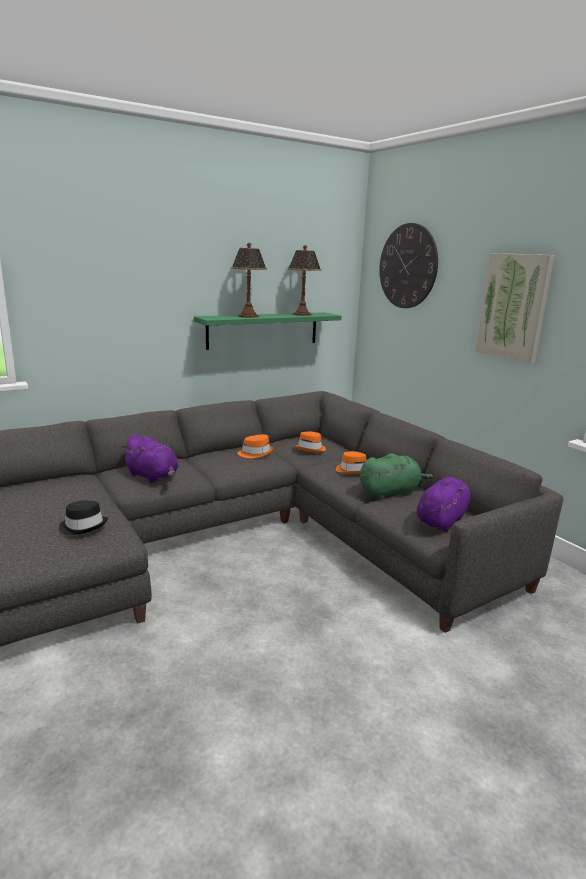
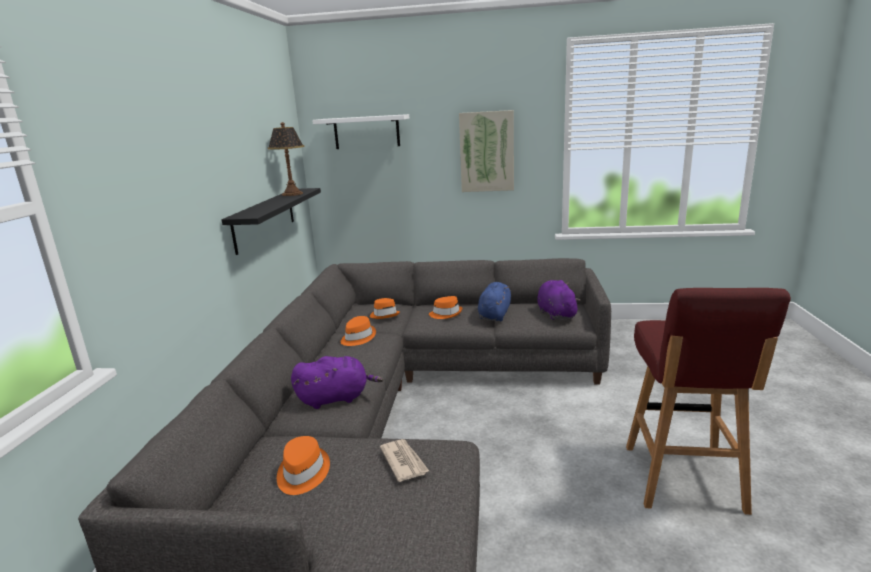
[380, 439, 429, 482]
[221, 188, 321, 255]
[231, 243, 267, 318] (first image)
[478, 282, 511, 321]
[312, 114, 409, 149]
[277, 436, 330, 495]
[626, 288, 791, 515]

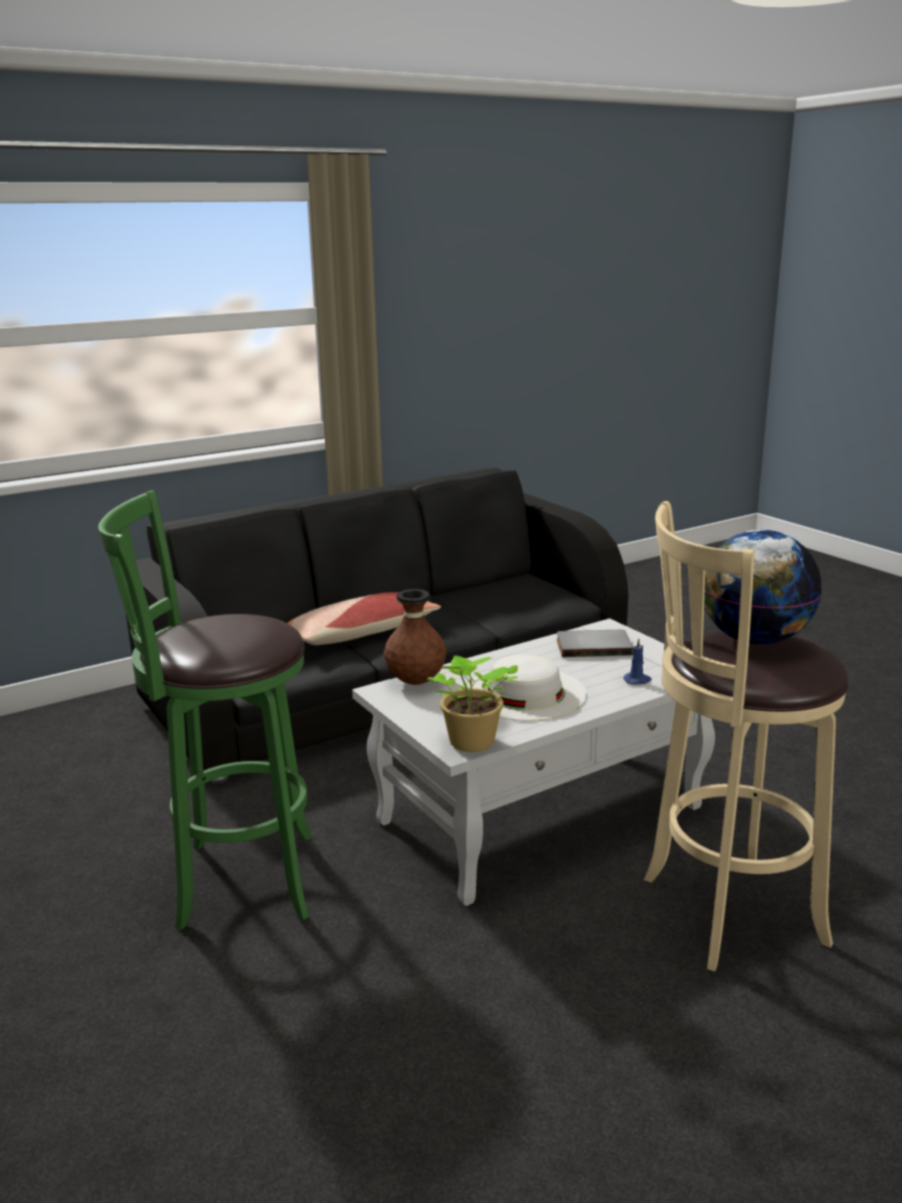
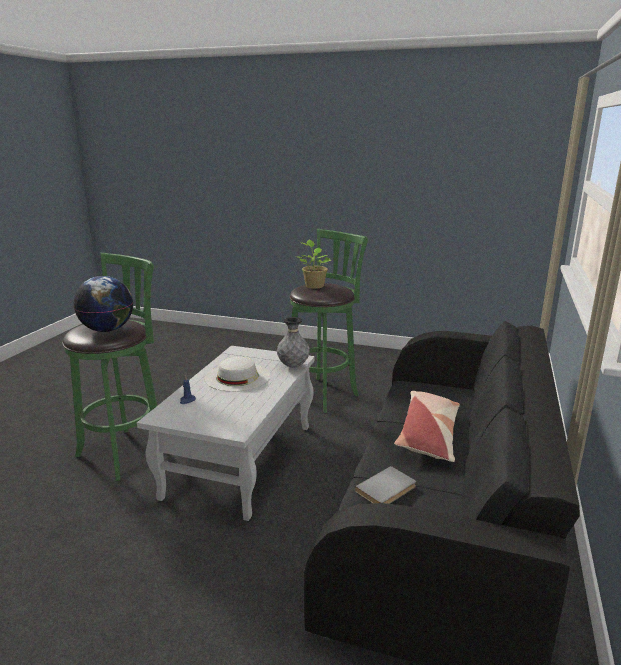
[277, 317, 310, 368]
[296, 240, 331, 289]
[355, 466, 416, 504]
[62, 253, 157, 481]

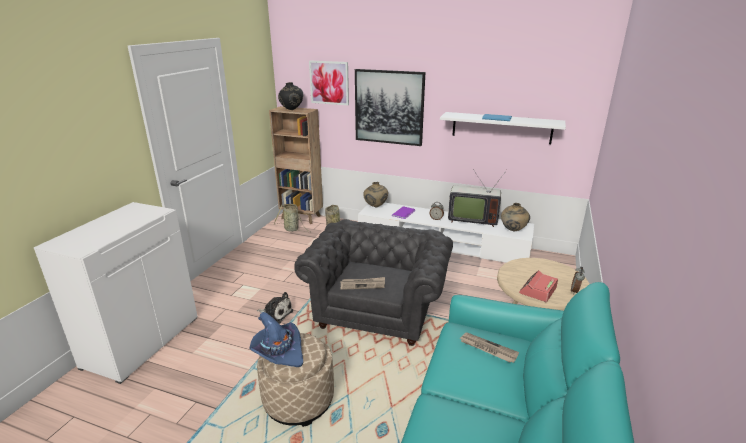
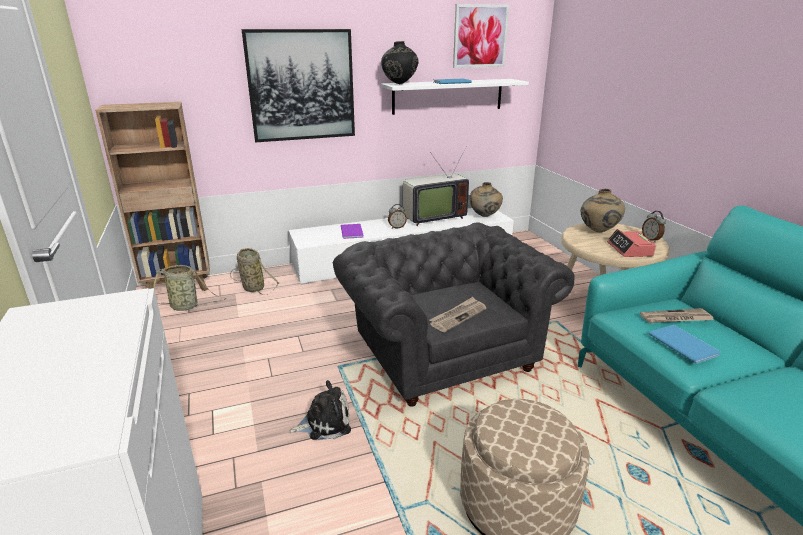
[249, 312, 303, 367] (first image)
[381, 41, 419, 84]
[453, 4, 509, 68]
[580, 189, 625, 232]
[649, 325, 721, 364]

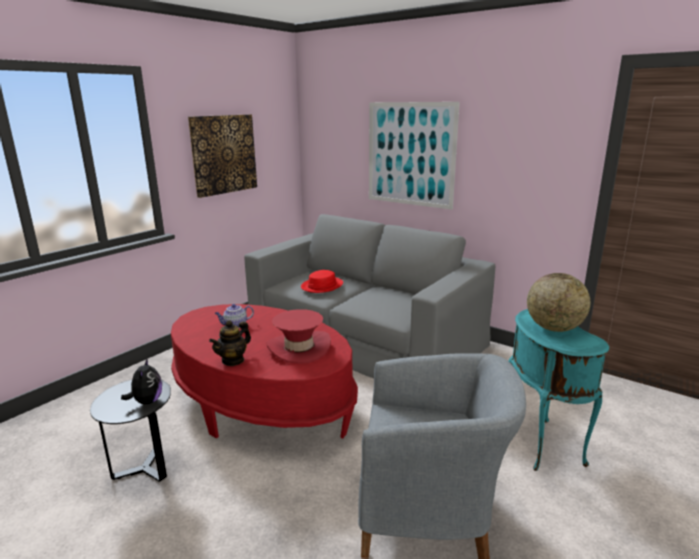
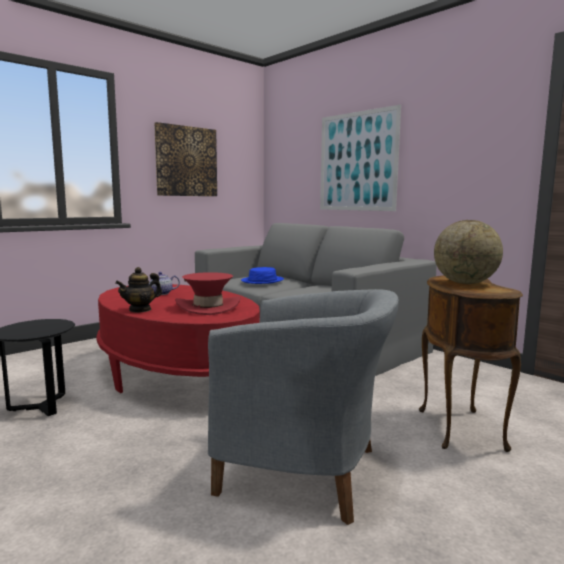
[121, 358, 162, 405] (first image)
[241, 267, 284, 284]
[419, 275, 523, 452]

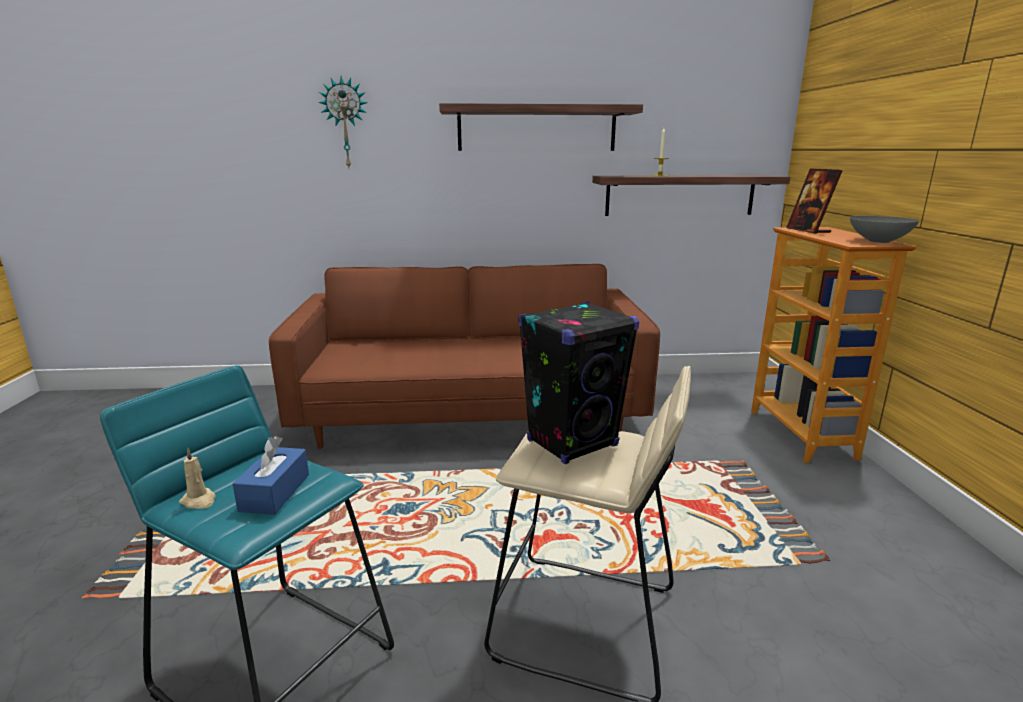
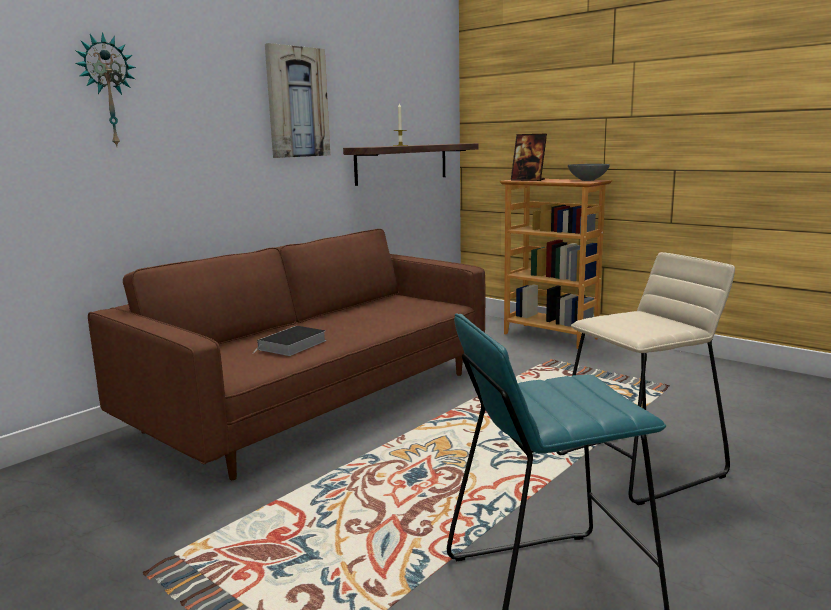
[179, 448, 216, 509] (first image)
[233, 436, 309, 515] (first image)
[265, 43, 330, 158]
[518, 301, 639, 464] (first image)
[257, 326, 326, 356]

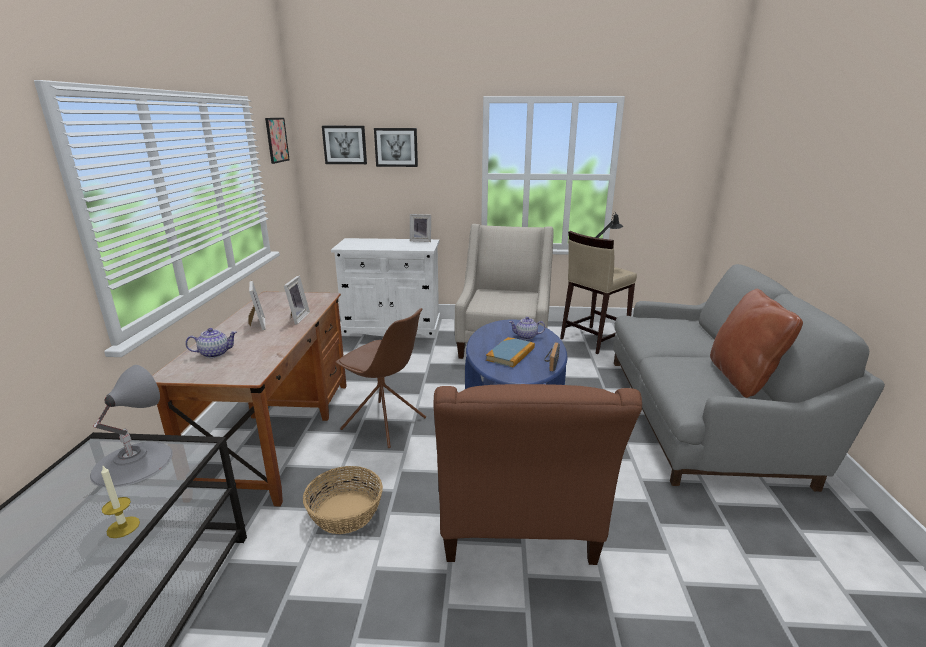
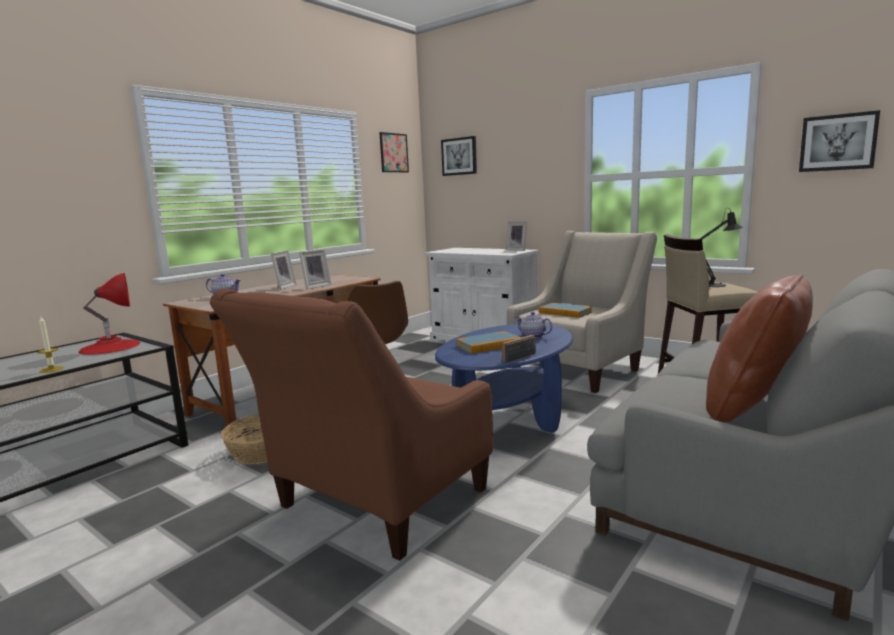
[79, 273, 140, 355]
[799, 110, 880, 172]
[539, 303, 592, 318]

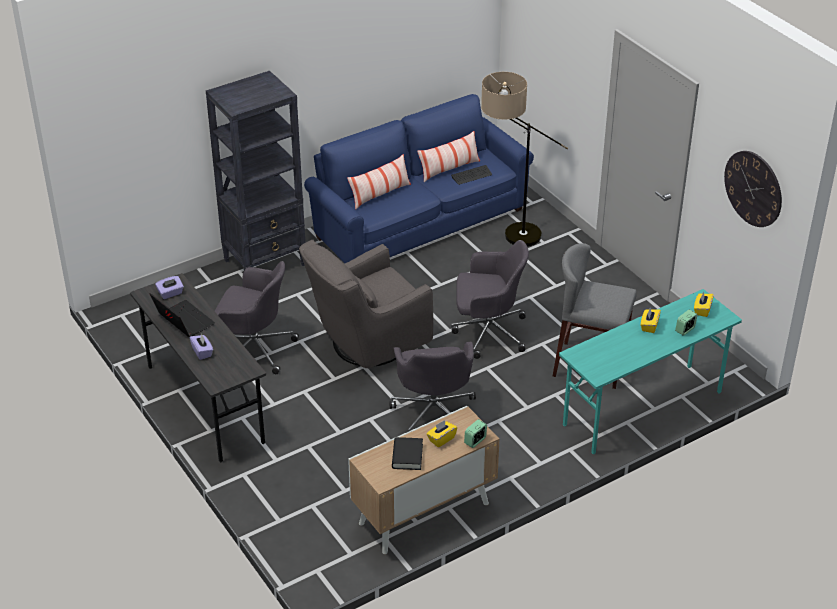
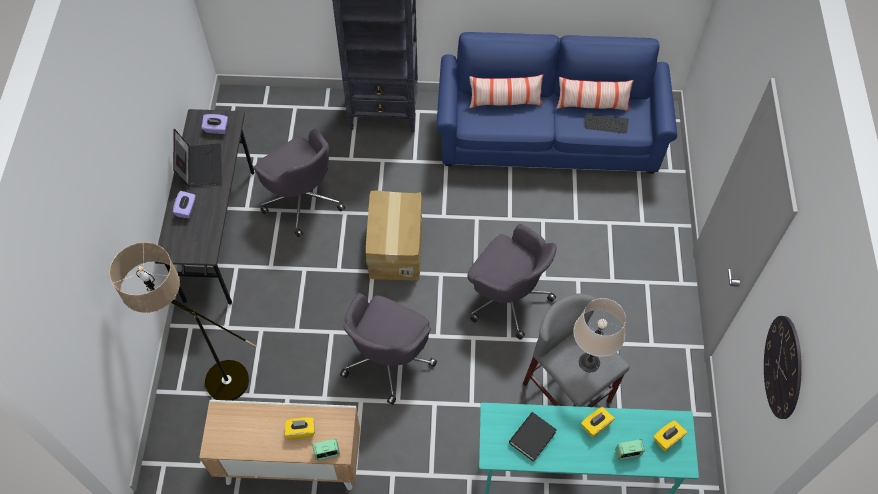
[366, 190, 422, 281]
[509, 412, 557, 462]
[109, 242, 256, 401]
[573, 298, 626, 372]

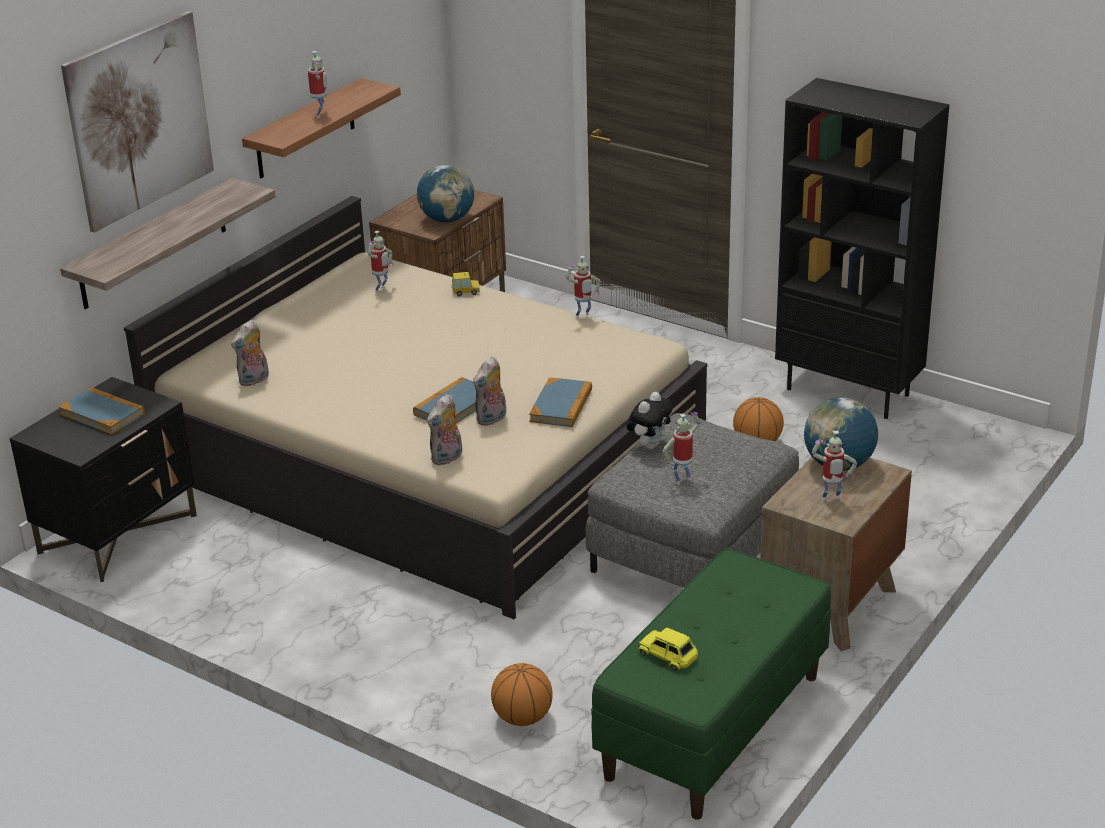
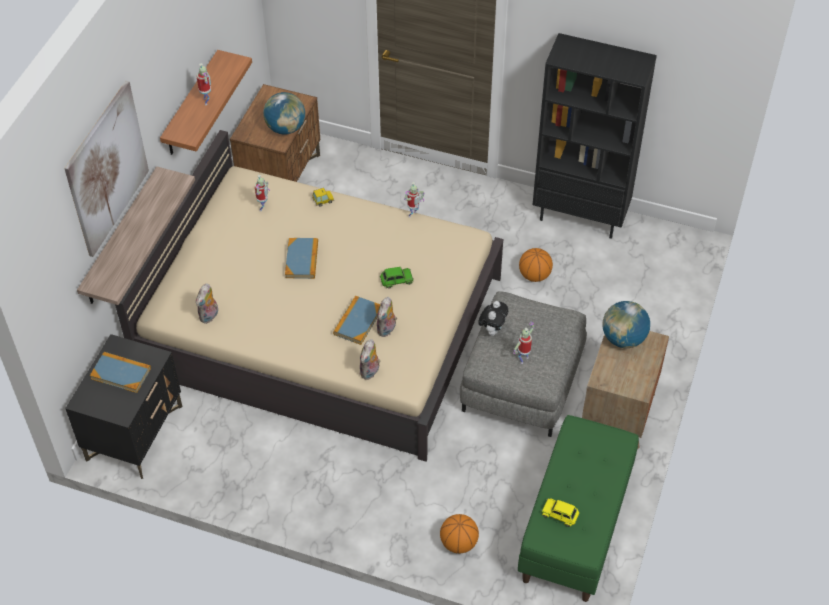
[285, 238, 318, 279]
[811, 430, 857, 501] (first image)
[380, 267, 414, 289]

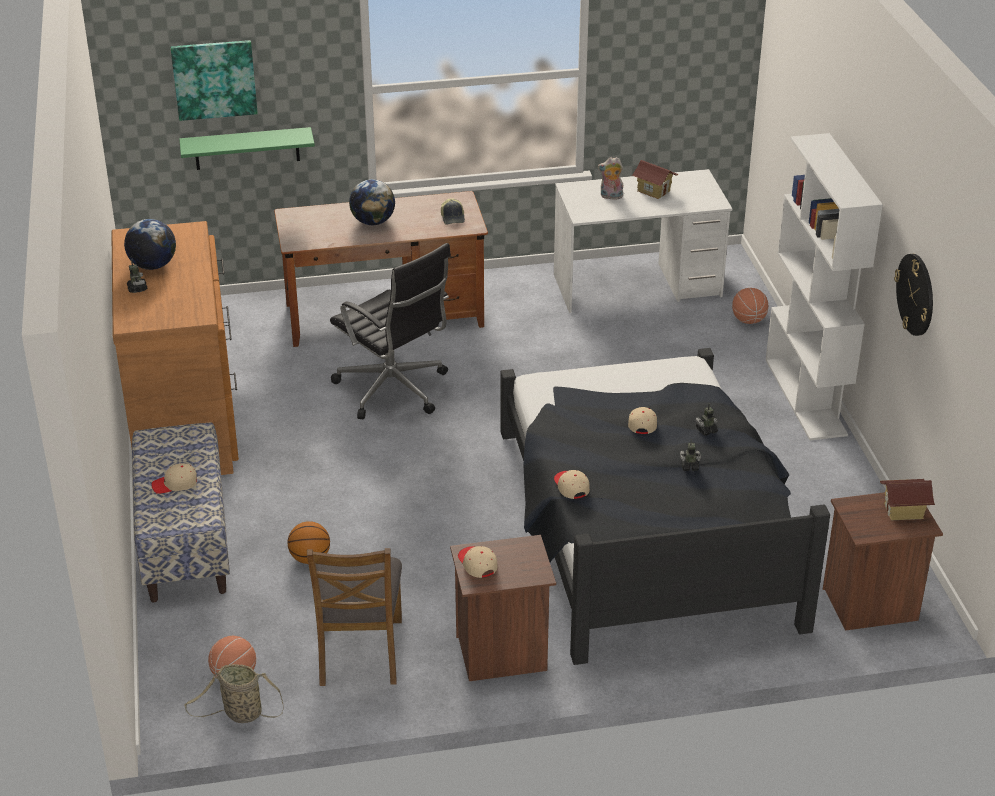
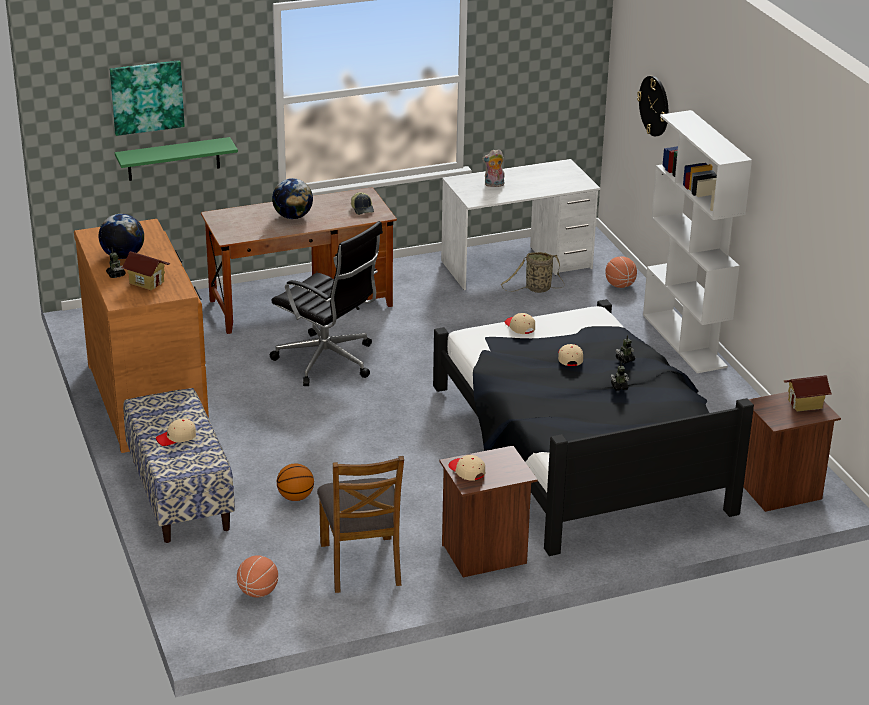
[501, 252, 564, 293]
[505, 313, 535, 334]
[121, 251, 170, 291]
[637, 76, 668, 136]

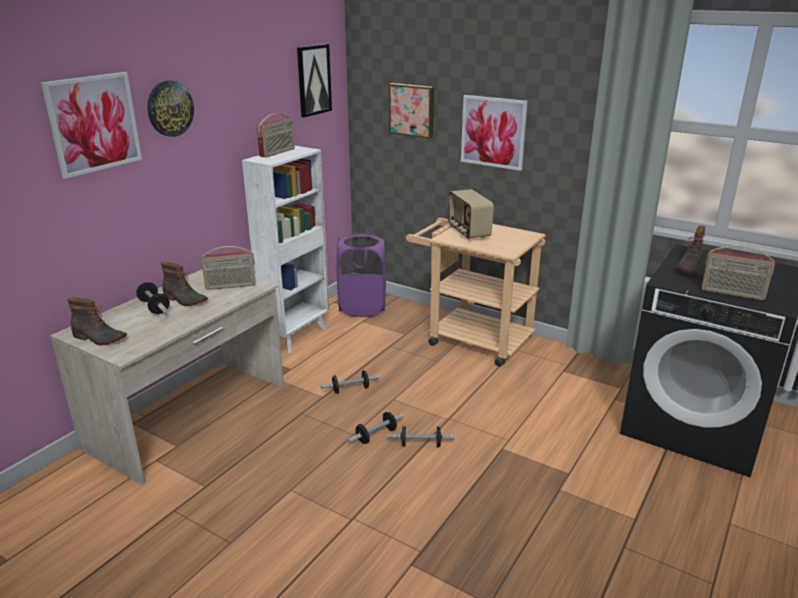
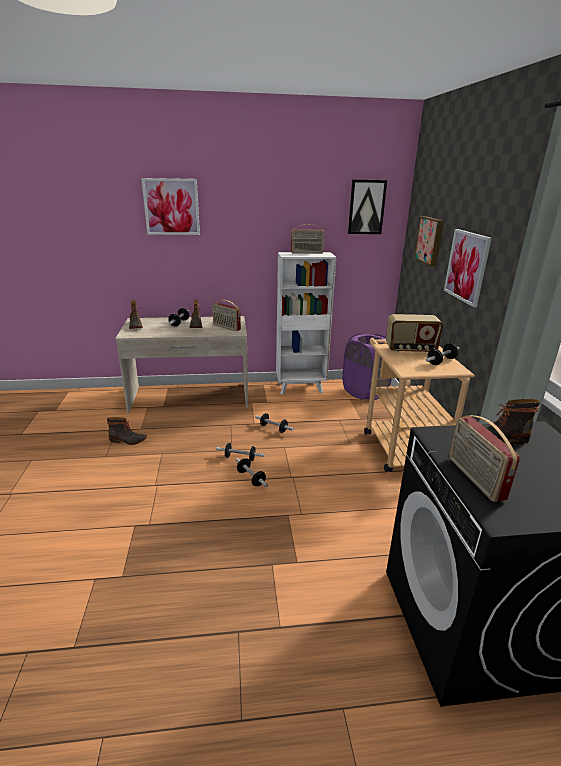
[147, 80, 194, 137] (first image)
[386, 314, 443, 353]
[107, 417, 147, 445]
[426, 343, 459, 365]

